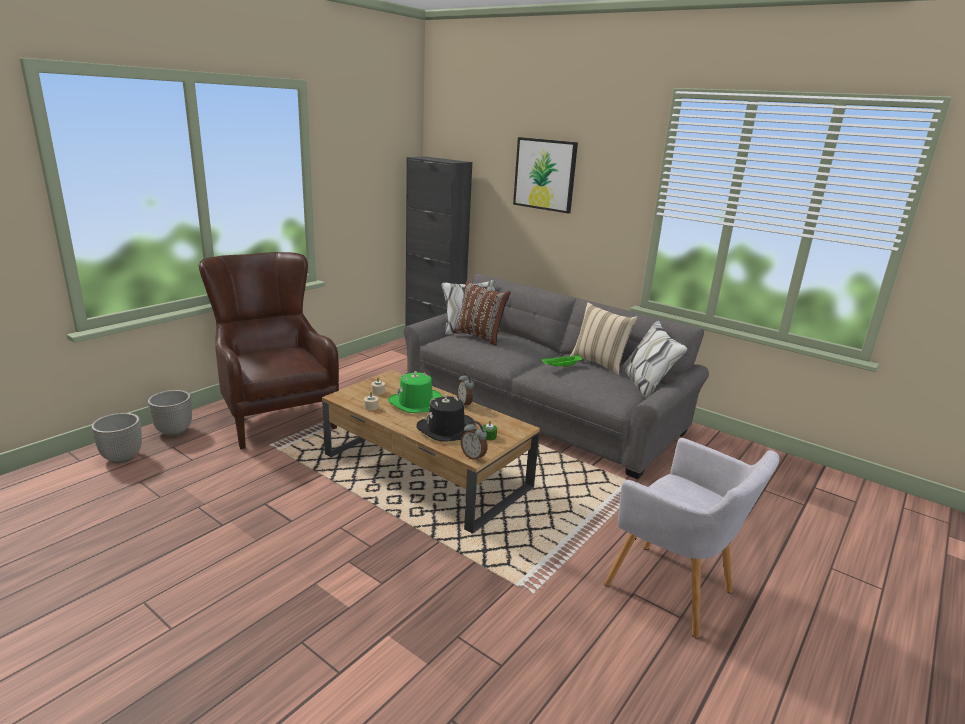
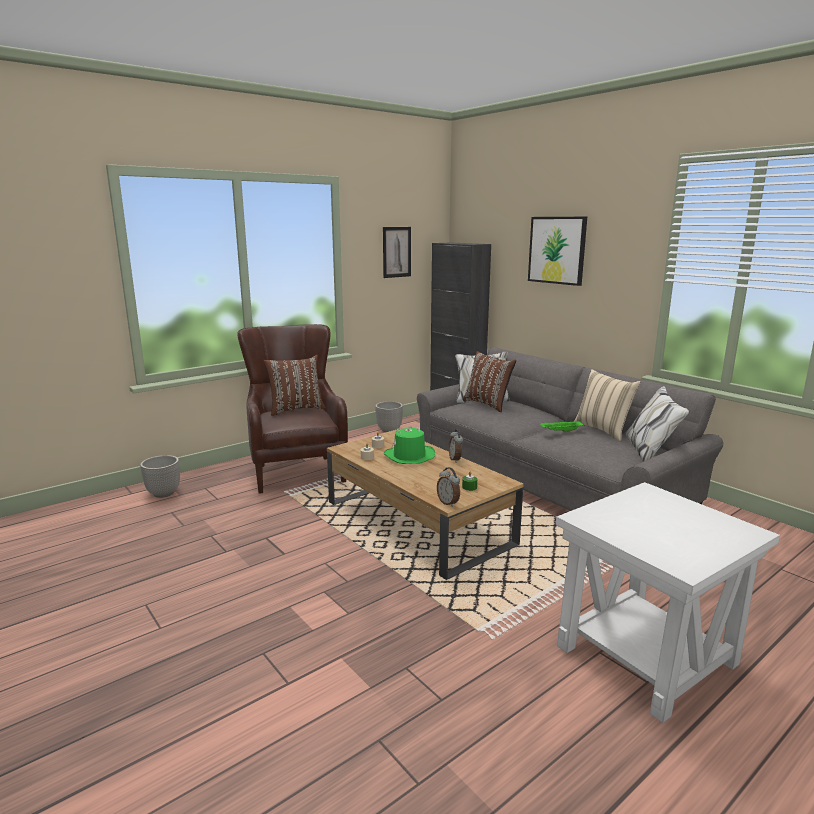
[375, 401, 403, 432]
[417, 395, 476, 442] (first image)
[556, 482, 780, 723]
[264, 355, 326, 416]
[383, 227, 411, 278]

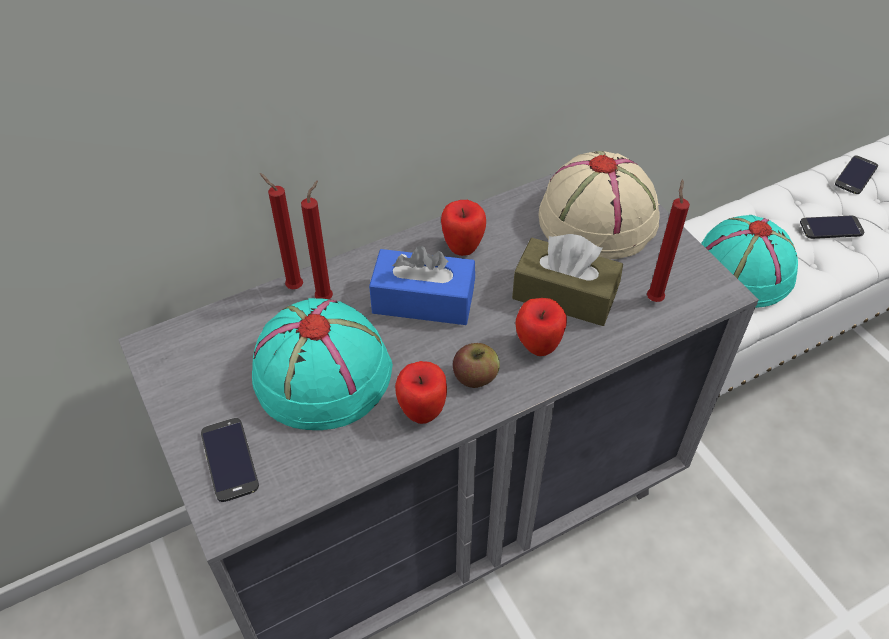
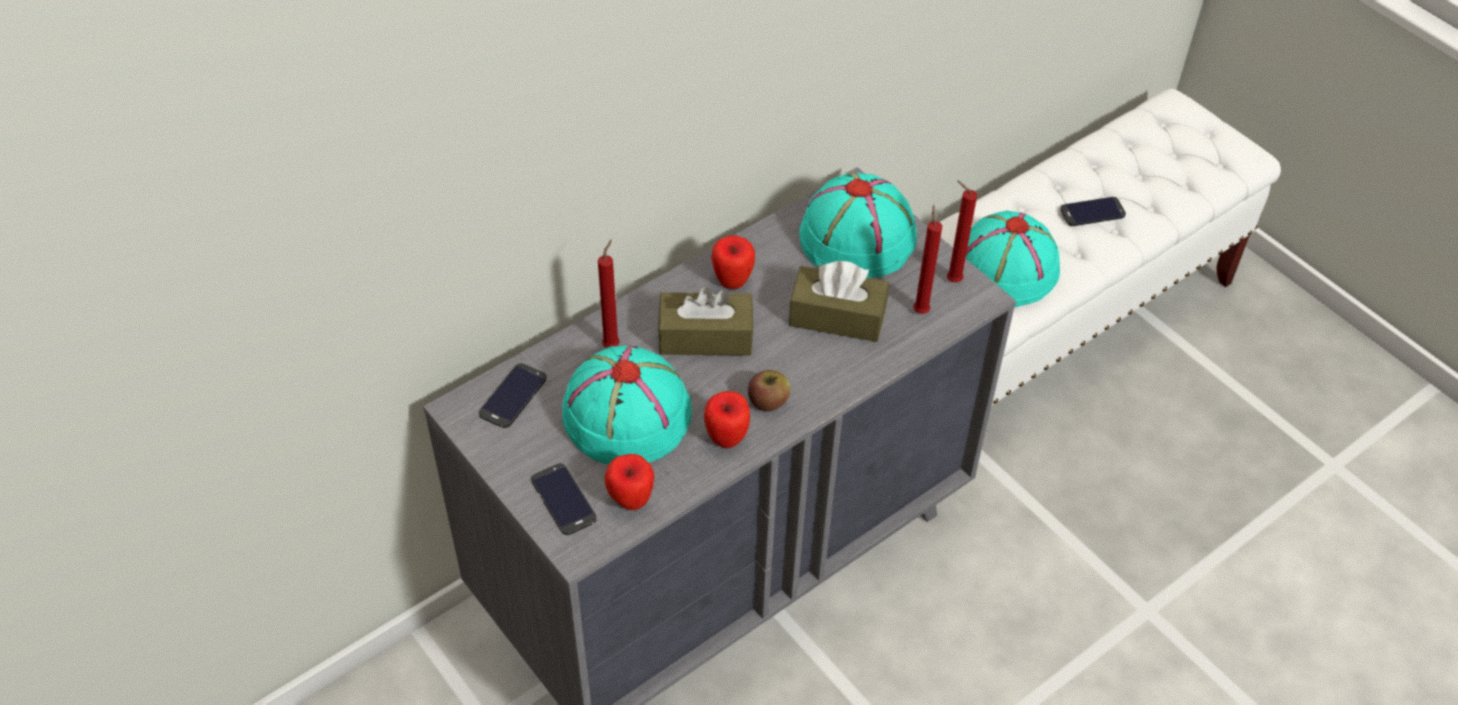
[947, 180, 977, 283]
[658, 287, 753, 356]
[605, 454, 654, 510]
[799, 173, 917, 278]
[479, 363, 547, 428]

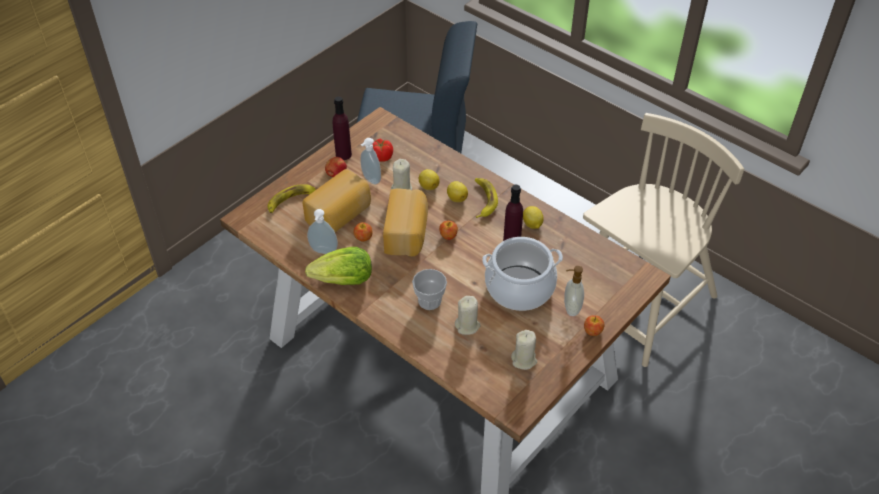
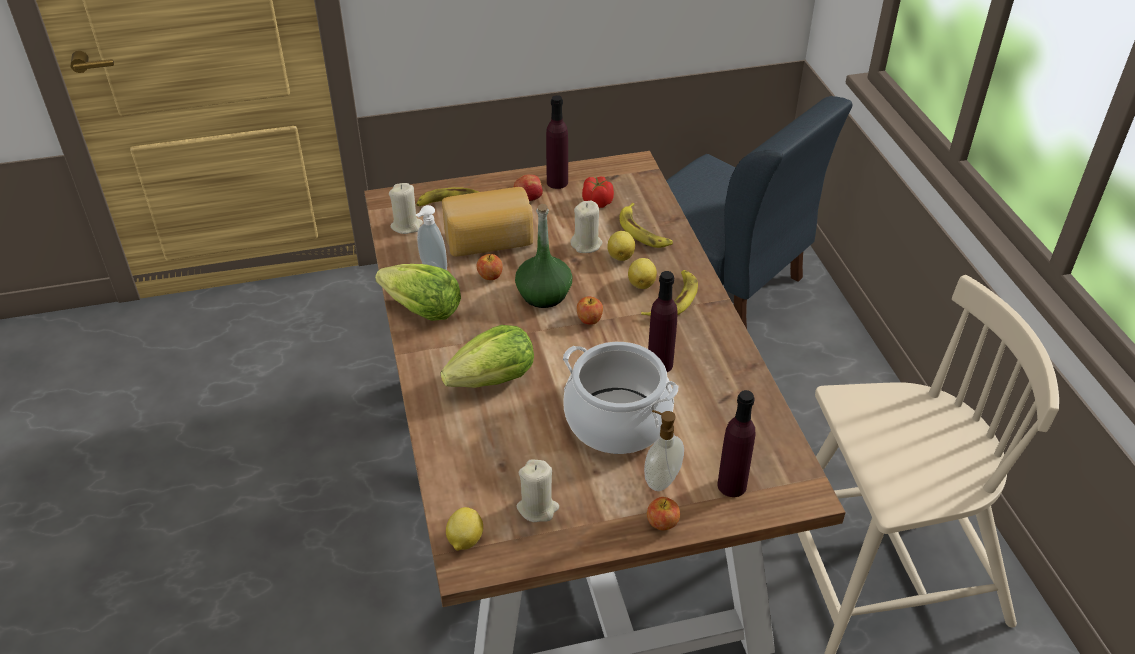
[361, 138, 381, 184] (first image)
[515, 204, 572, 308]
[441, 325, 534, 388]
[389, 183, 423, 234]
[446, 507, 483, 551]
[620, 203, 673, 248]
[717, 390, 755, 497]

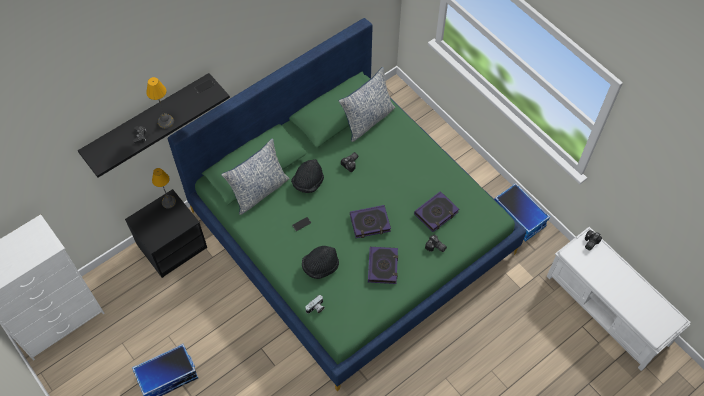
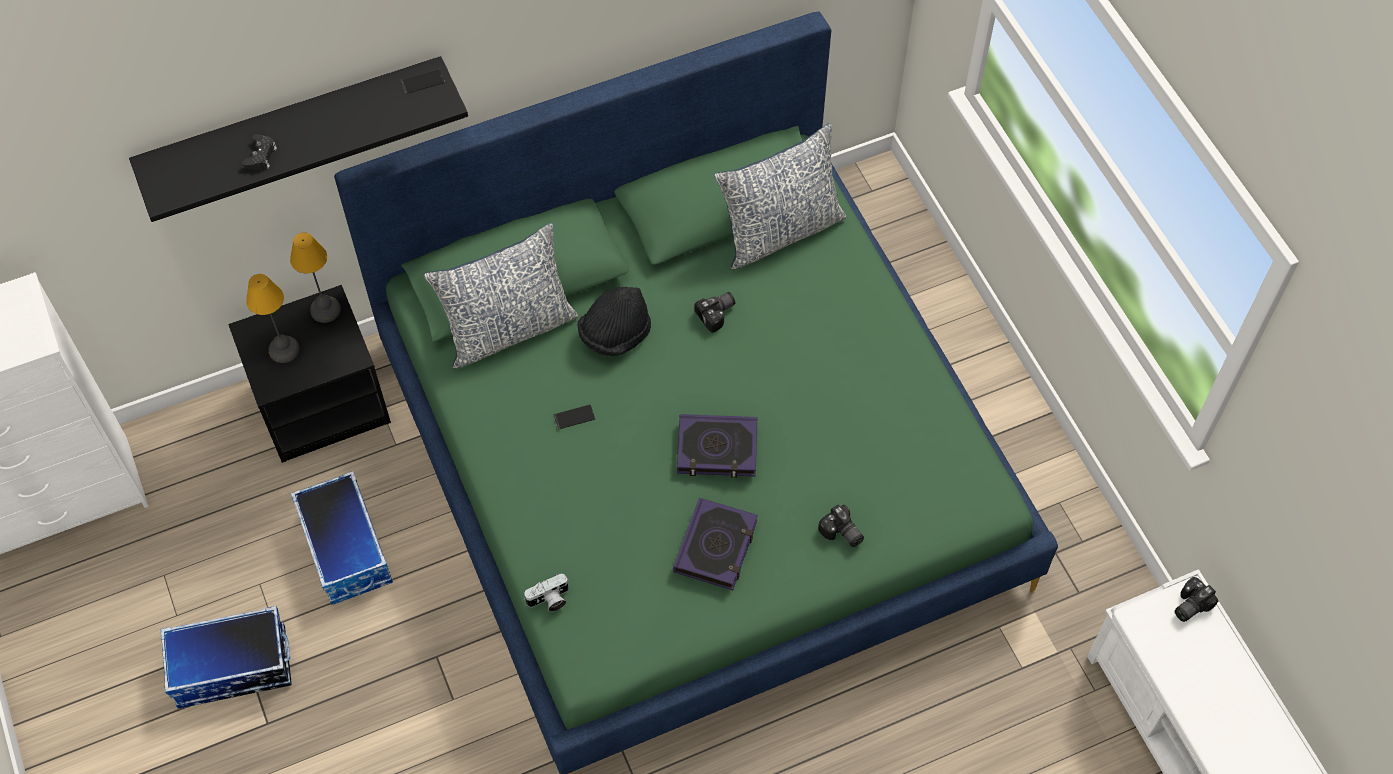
[246, 274, 299, 363]
[302, 246, 339, 279] (first image)
[414, 191, 459, 232] (first image)
[291, 471, 393, 605]

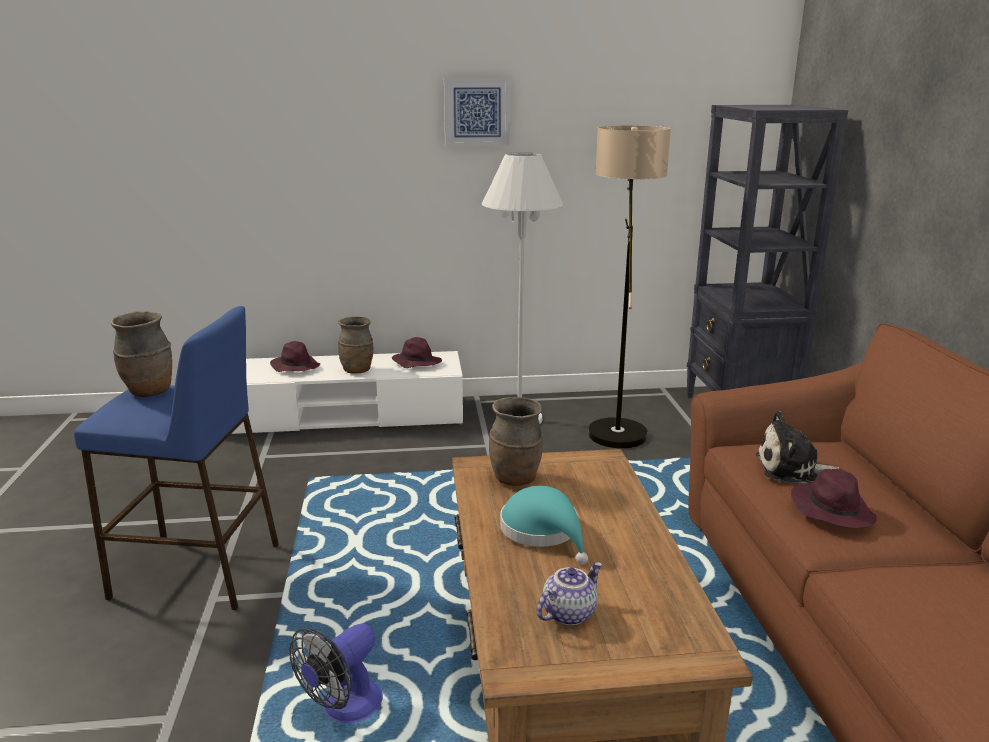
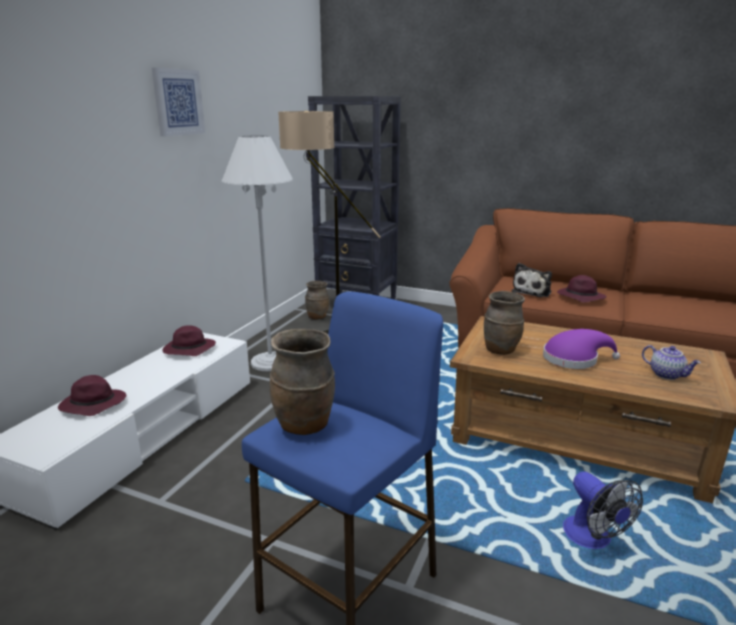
[305, 281, 329, 319]
[543, 329, 620, 369]
[642, 345, 701, 380]

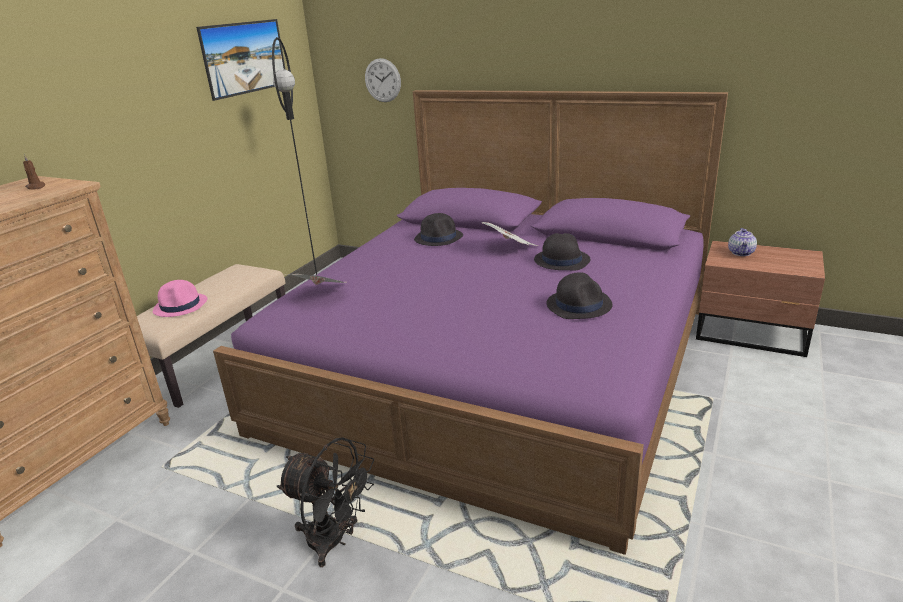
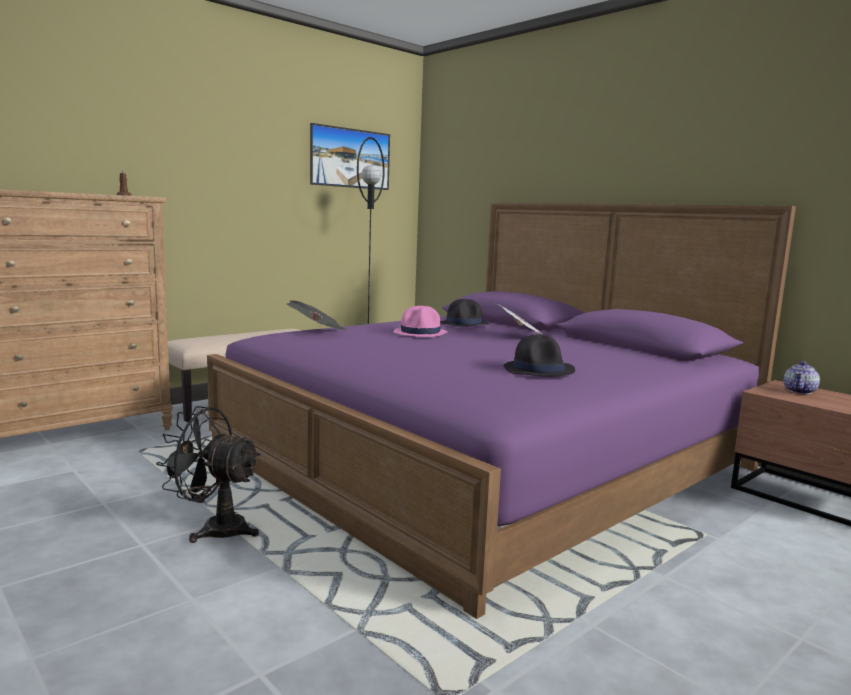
[393, 306, 448, 337]
[156, 406, 261, 543]
[365, 58, 401, 102] (first image)
[534, 233, 591, 270] (first image)

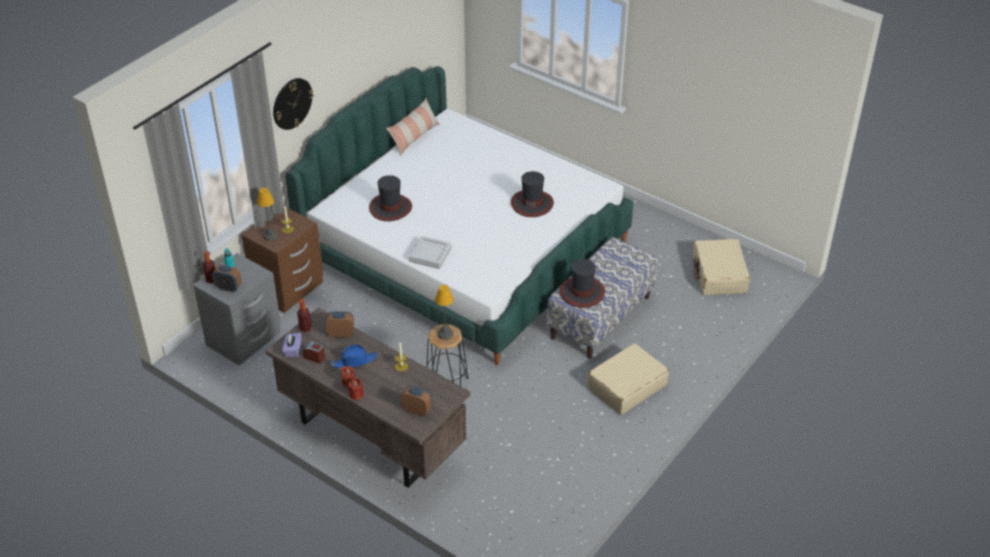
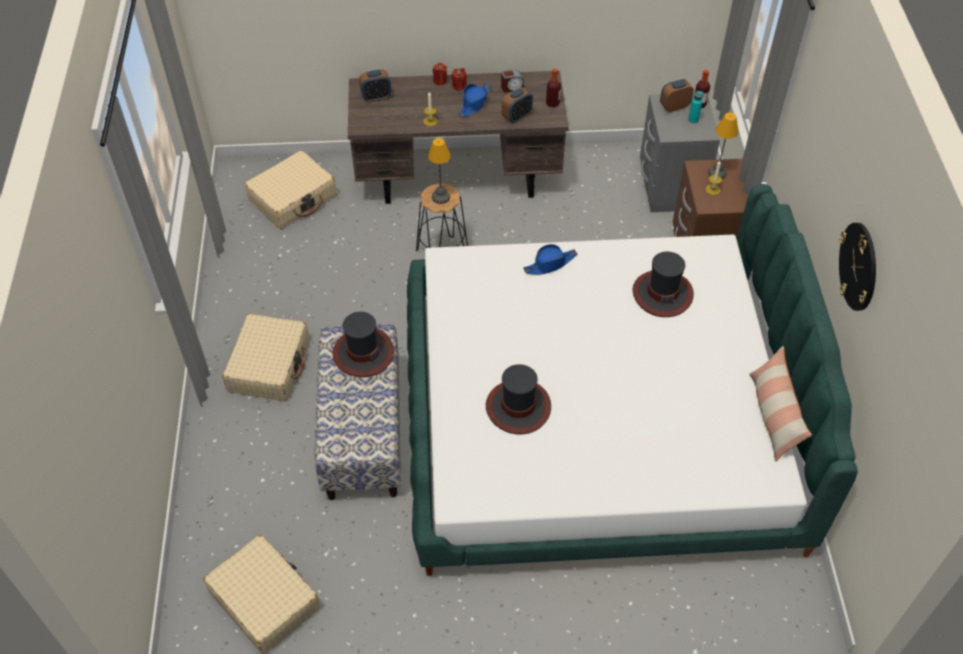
[839, 223, 876, 311]
[282, 333, 301, 357] (first image)
[523, 244, 577, 275]
[244, 151, 337, 229]

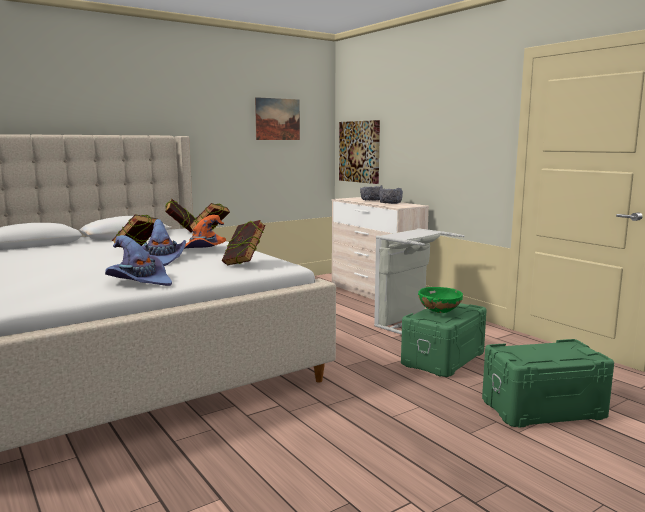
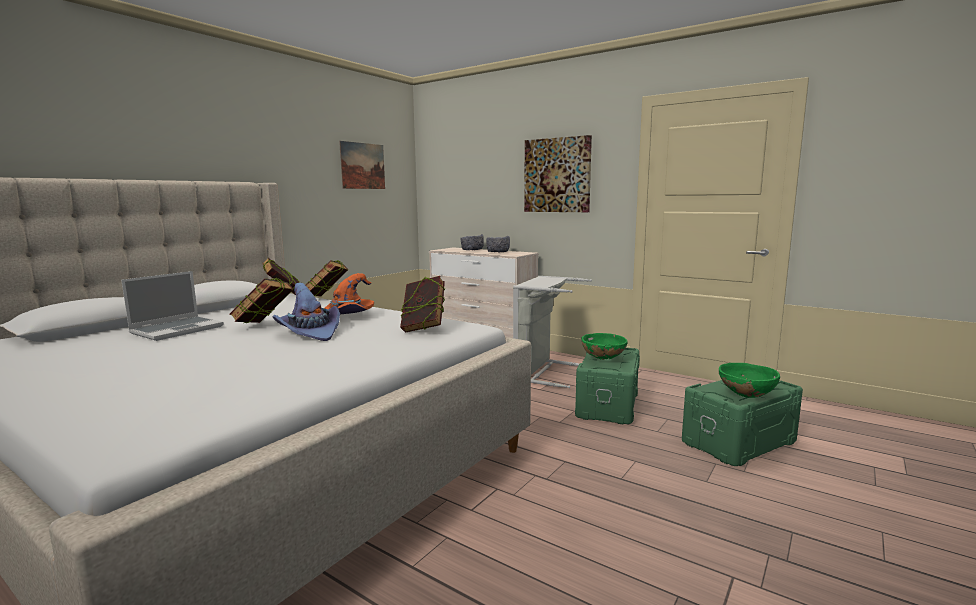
[105, 235, 172, 286] (first image)
[524, 135, 592, 212]
[121, 271, 224, 341]
[719, 363, 780, 398]

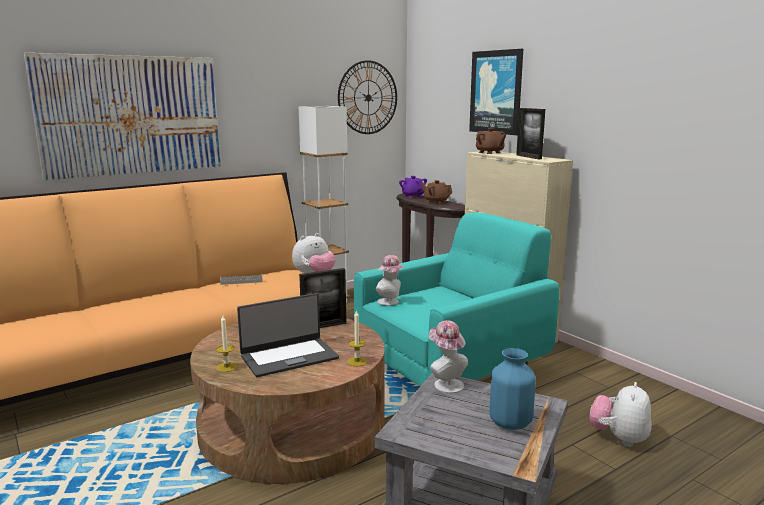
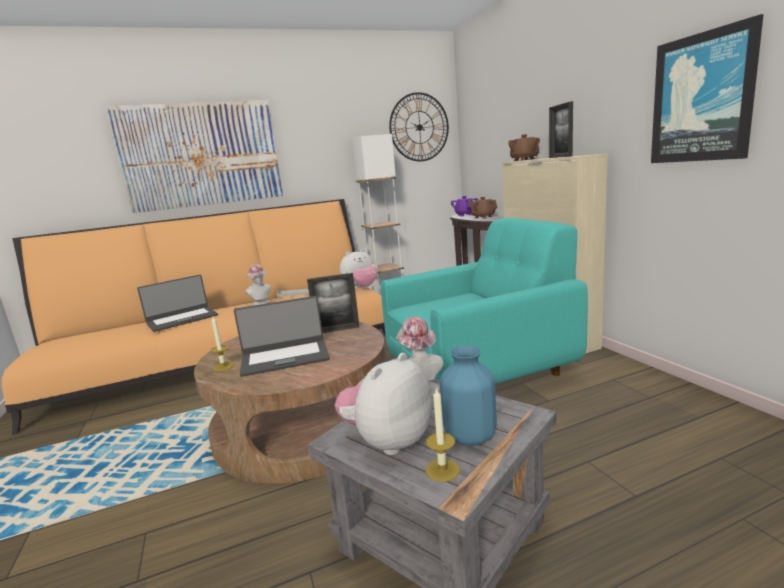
[426, 387, 460, 482]
[245, 264, 271, 305]
[651, 14, 763, 163]
[334, 353, 432, 455]
[137, 275, 218, 332]

